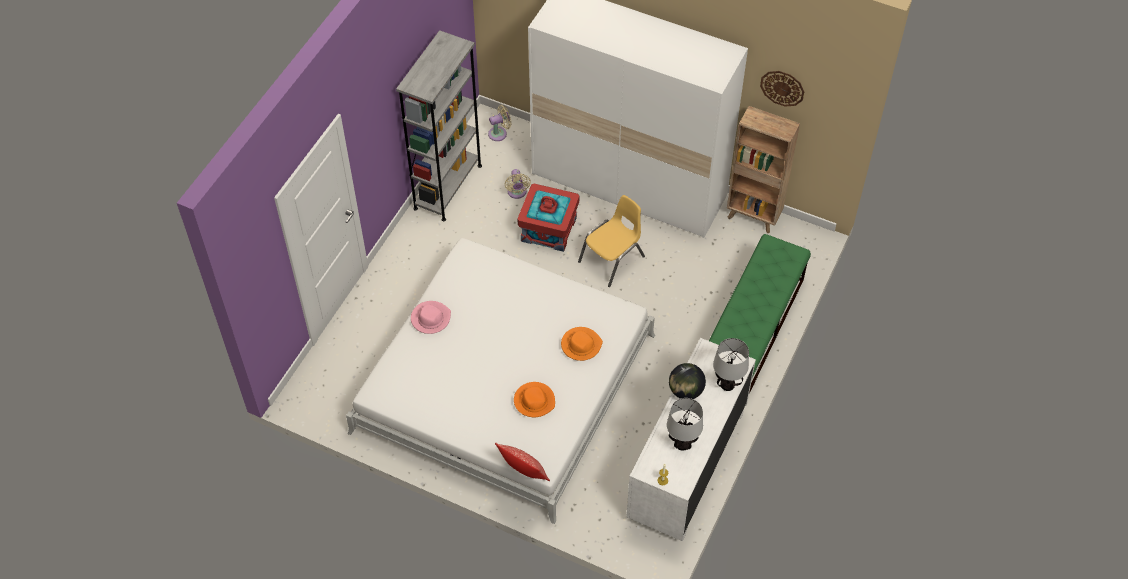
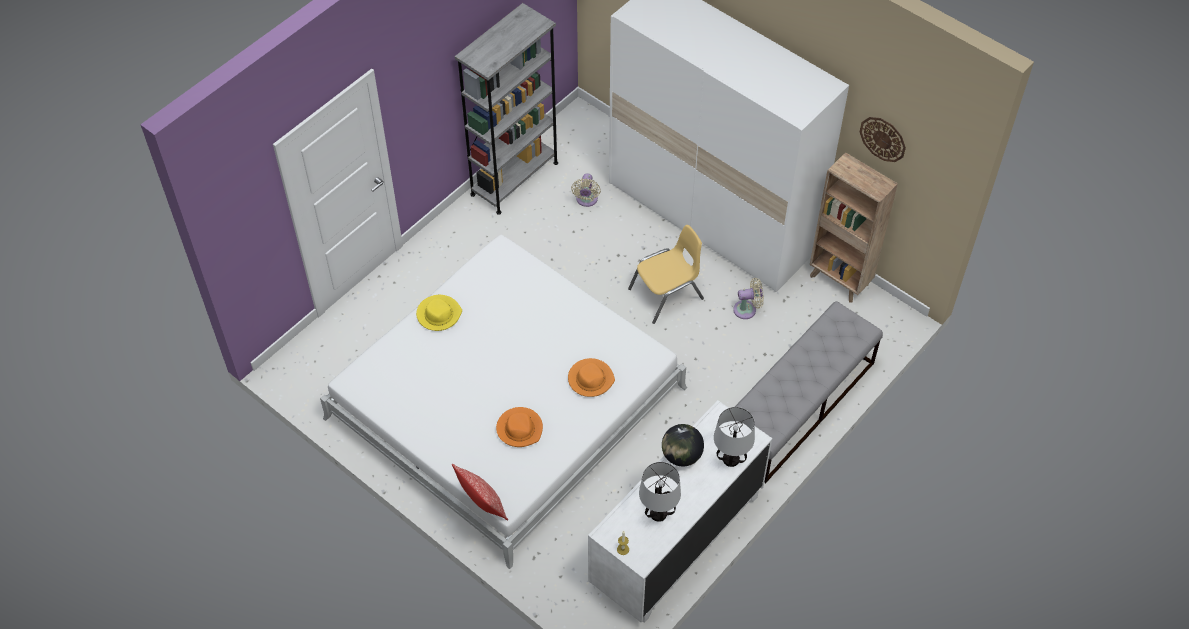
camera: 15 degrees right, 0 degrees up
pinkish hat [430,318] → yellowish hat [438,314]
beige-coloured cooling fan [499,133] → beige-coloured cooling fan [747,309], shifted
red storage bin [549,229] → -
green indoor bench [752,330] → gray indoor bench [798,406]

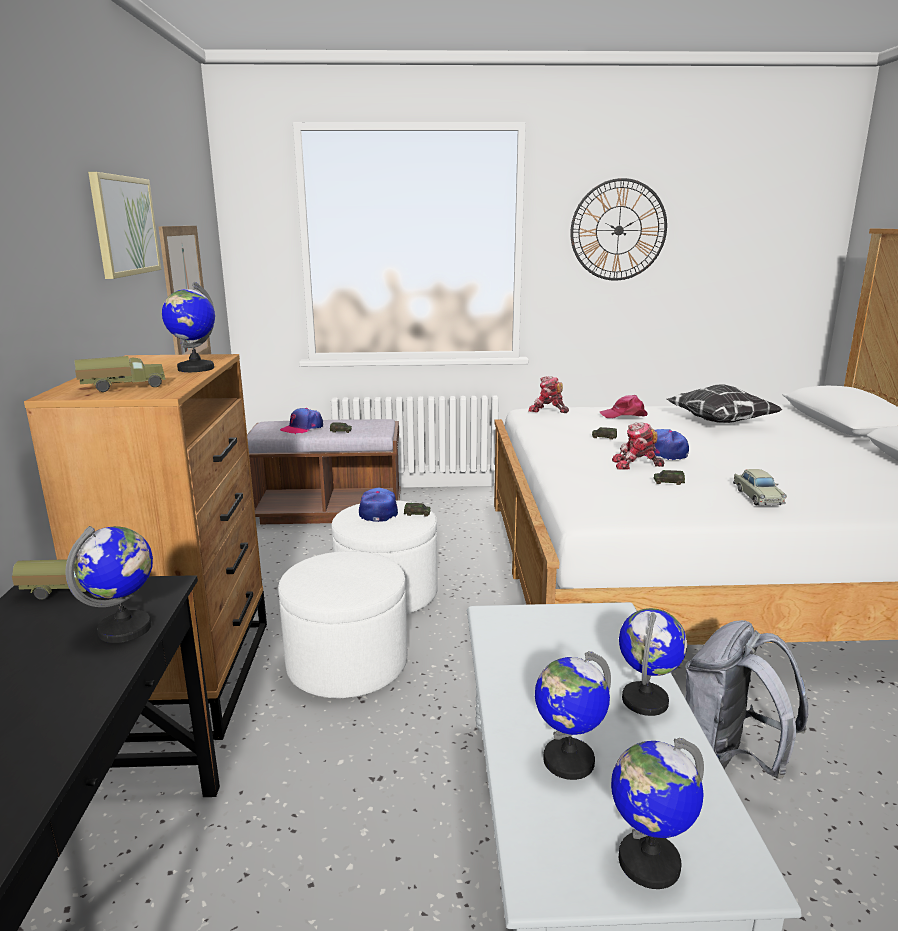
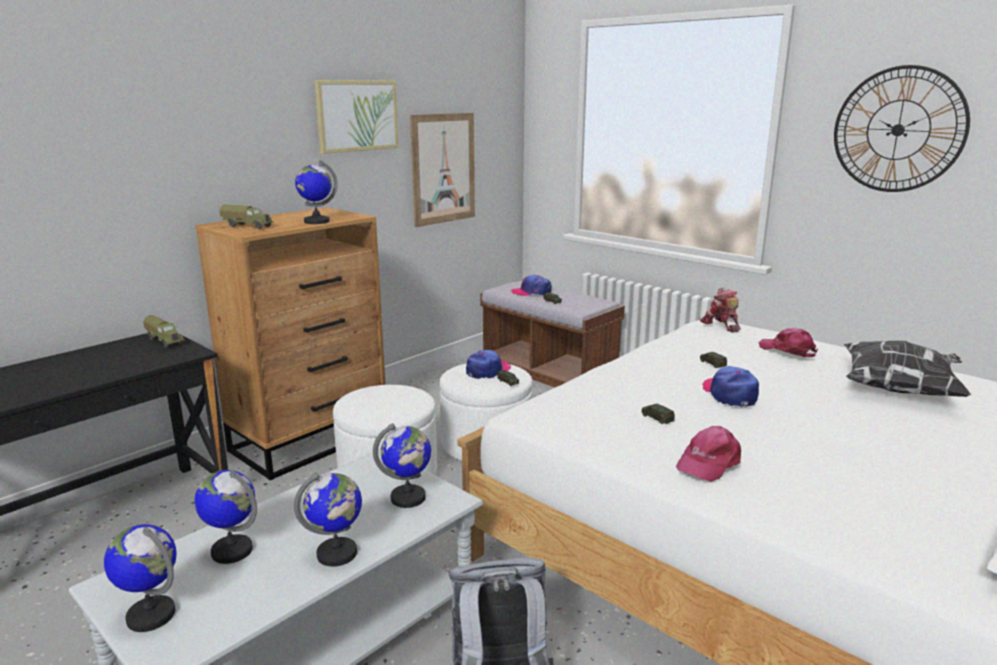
camera: 45 degrees right, 0 degrees up
desk globe [126,629] → desk globe [408,498], shifted
robot figure [636,465] → -
beige-coloured toy car [757,496] → pinkish baseball cap [708,462]

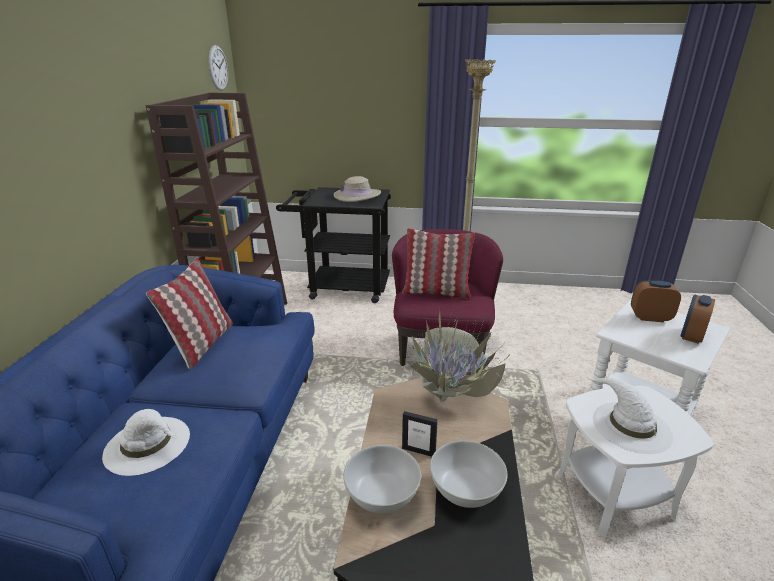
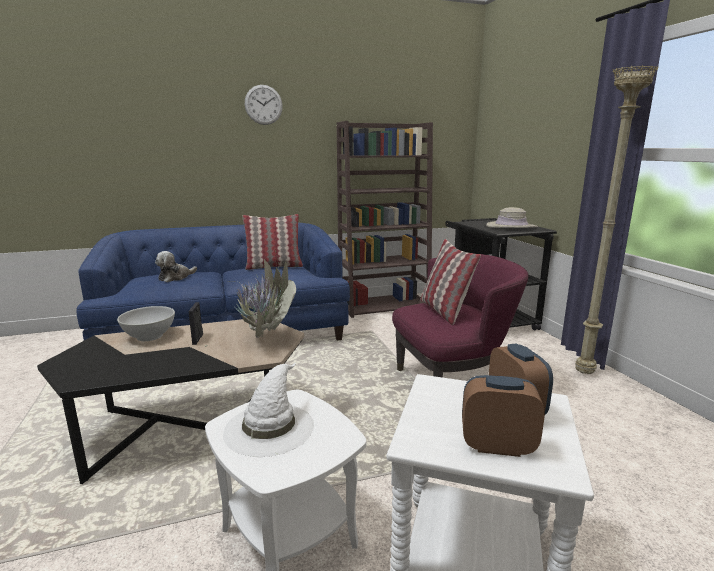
camera: 65 degrees right, 10 degrees down
white hat [148,444] → cuddly toy [175,277]
clock on the wall [218,68] → clock on the wall [263,105], shifted
white bowl [465,492] → -

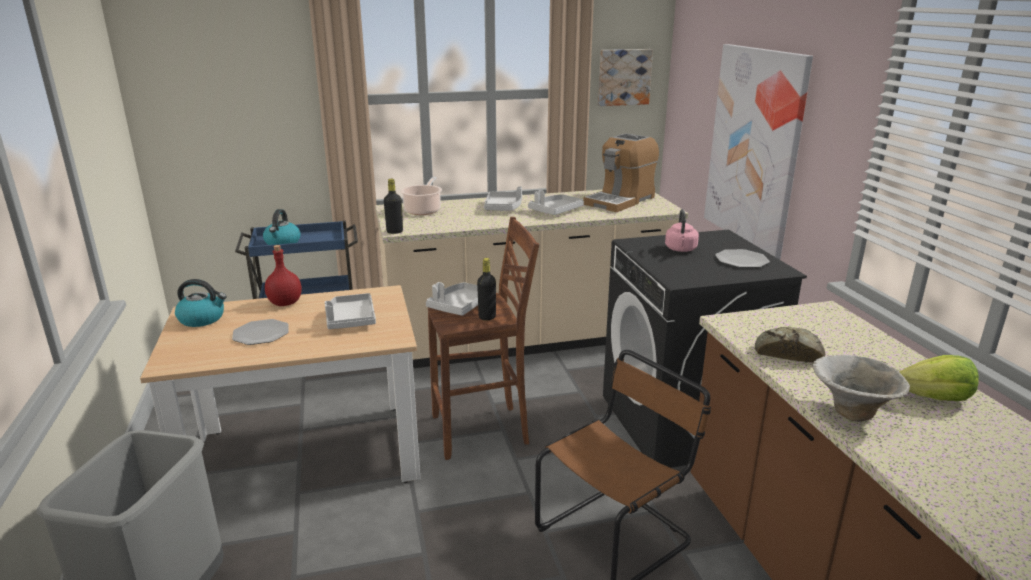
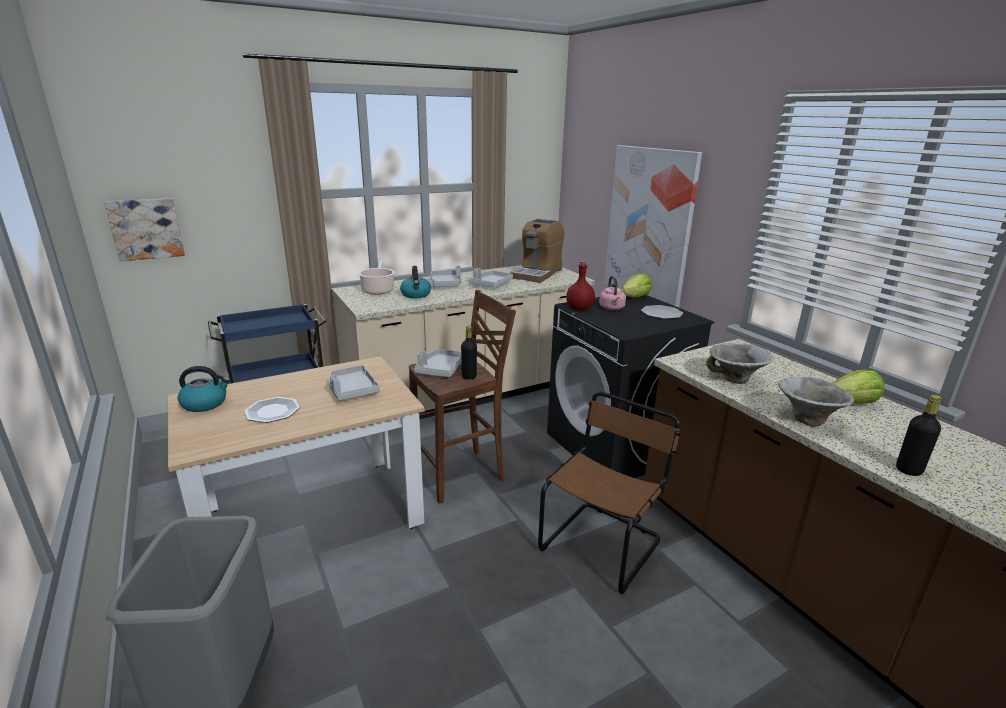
camera: 15 degrees left, 0 degrees up
water kettle [282,243] → water kettle [416,295], shifted
red drink bottle [284,303] → red drink bottle [579,309], shifted
black drink bottle [394,231] → black drink bottle [909,470], shifted
wall art [623,77] → wall art [146,229], shifted
bakery bread [787,352] → bowl [734,380]
- → head of lettuce [635,297]

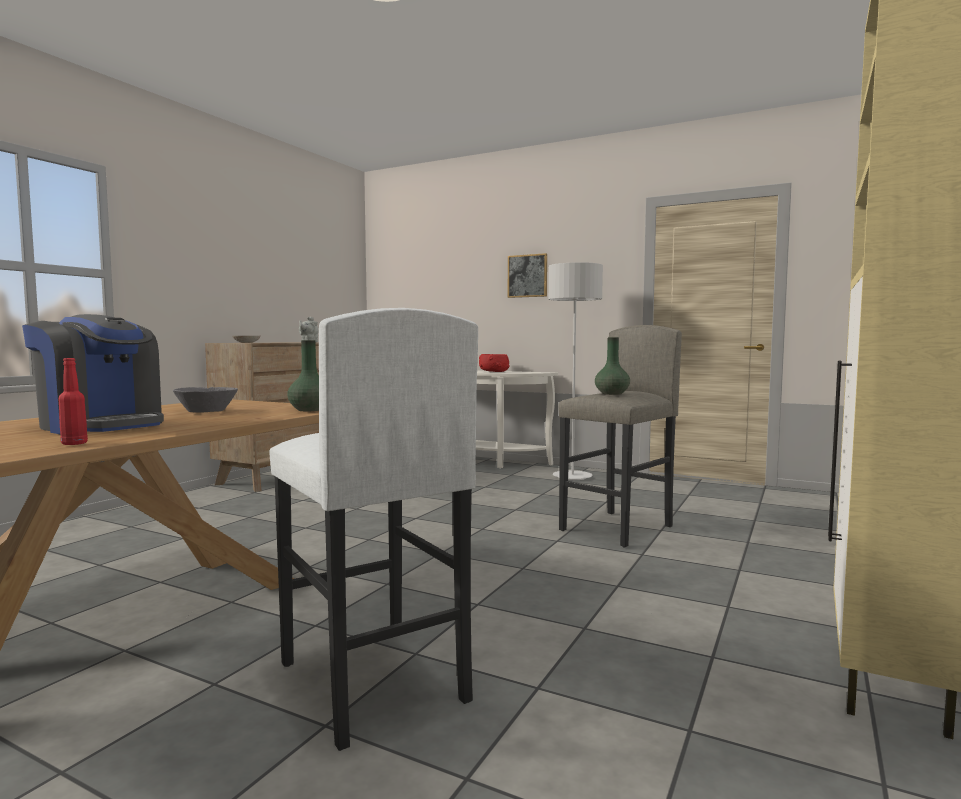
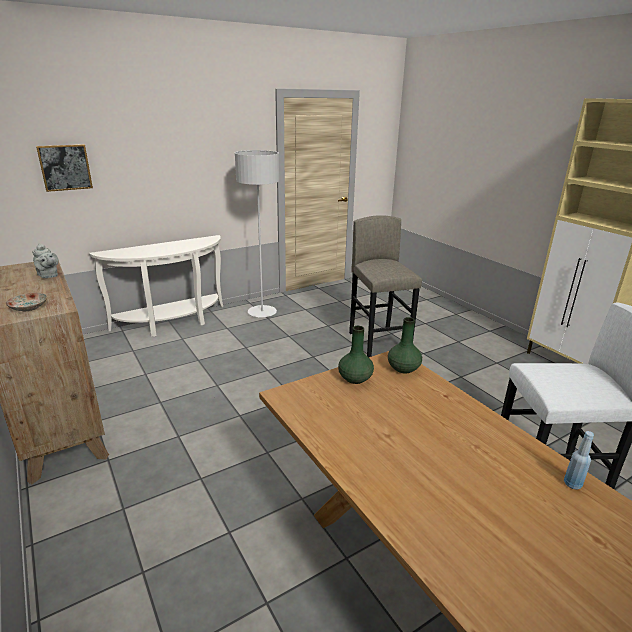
camera: 60 degrees left, 20 degrees up
coffee brewer [102,426] → -
red drink bottle [74,443] → blue drink bottle [572,484]
gray bowl [207,412] → -
red bowl [493,371] → -
wall art [527,276] → wall art [65,167], shifted
green decorative vase [612,393] → green decorative vase [354,378], shifted

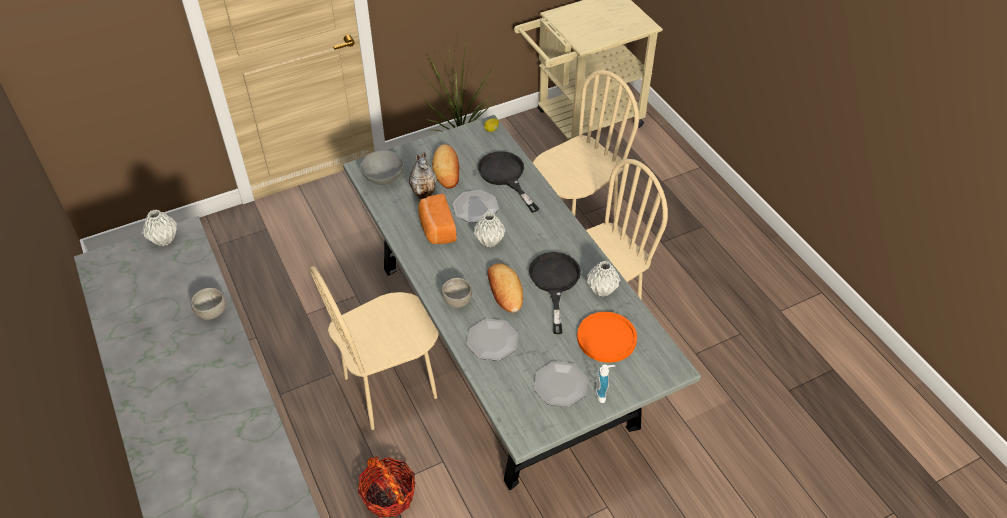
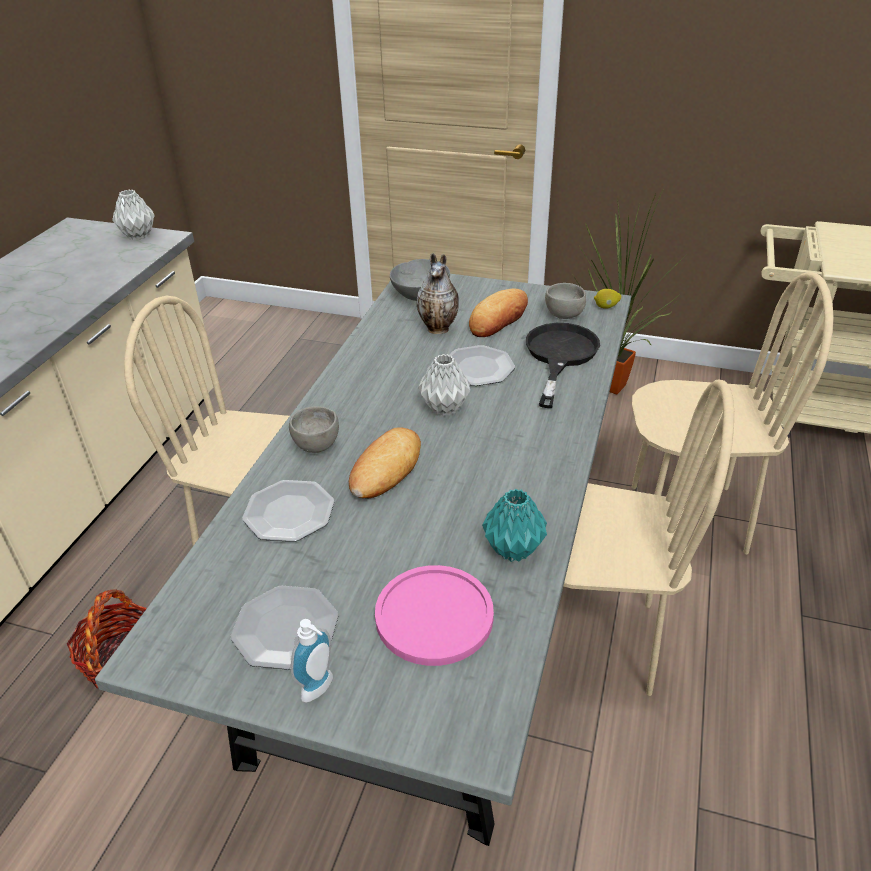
camera: 45 degrees right, 10 degrees down
gray bowl [213,313] → gray bowl [564,315], shifted
bakery bread [436,229] → -
black skillet [554,283] → -
orange-coloured dinner plate [606,338] → pinkish dinner plate [434,616]
gray decorative vase [602,289] → blue-green decorative vase [514,550]

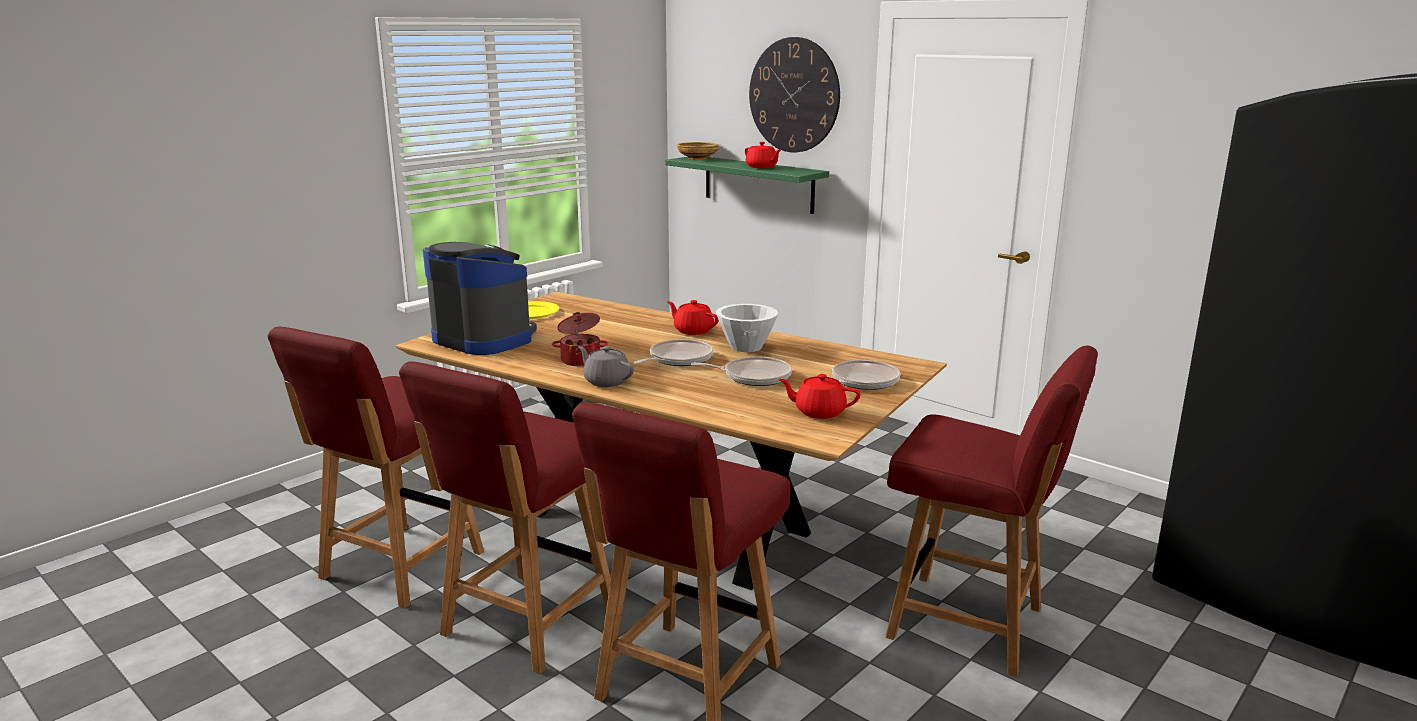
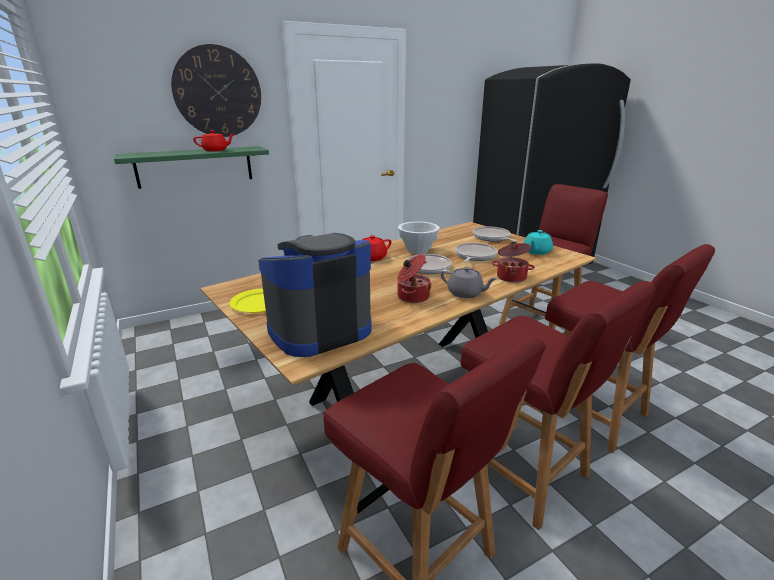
camera: 70 degrees left, 5 degrees up
gray pot for tea [606,381] → gray pot for tea [465,293], 120 degrees counterclockwise
beige-coloured bowl [698,158] → -
red pot for tea [819,412] → blue-green pot for tea [536,252]
- → stockpot [511,277]

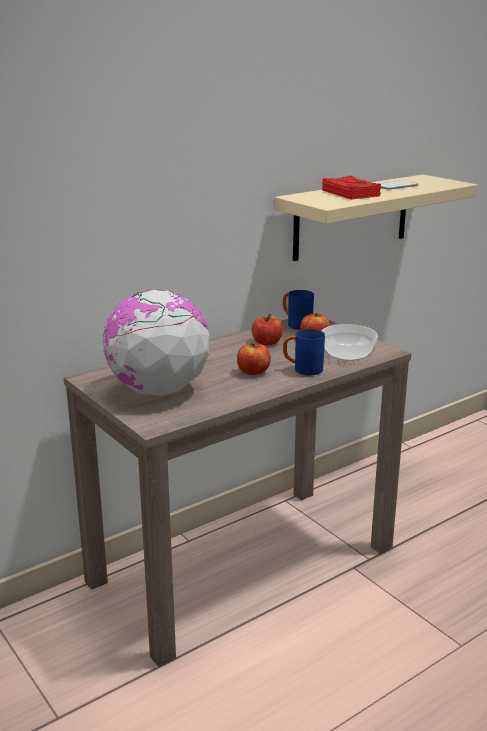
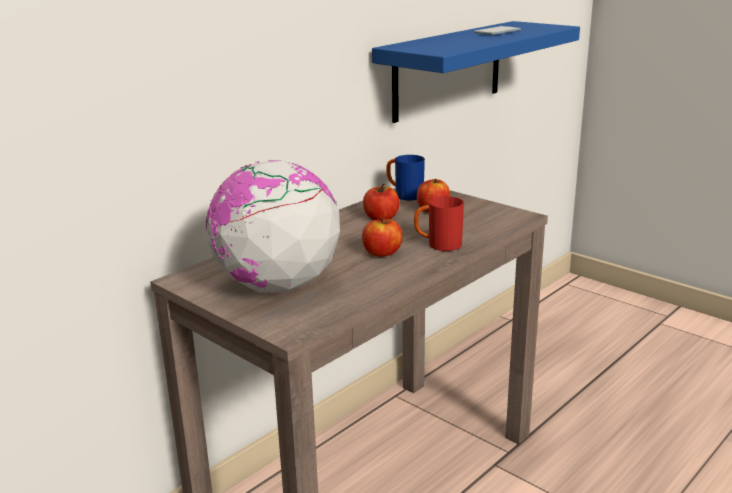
camera: 10 degrees left, 0 degrees up
beige-coloured wall shelf [351,217] → blue wall shelf [448,70]
blue tea mug [302,370] → red tea mug [438,245]
red book [351,193] → -
bowl [346,354] → -

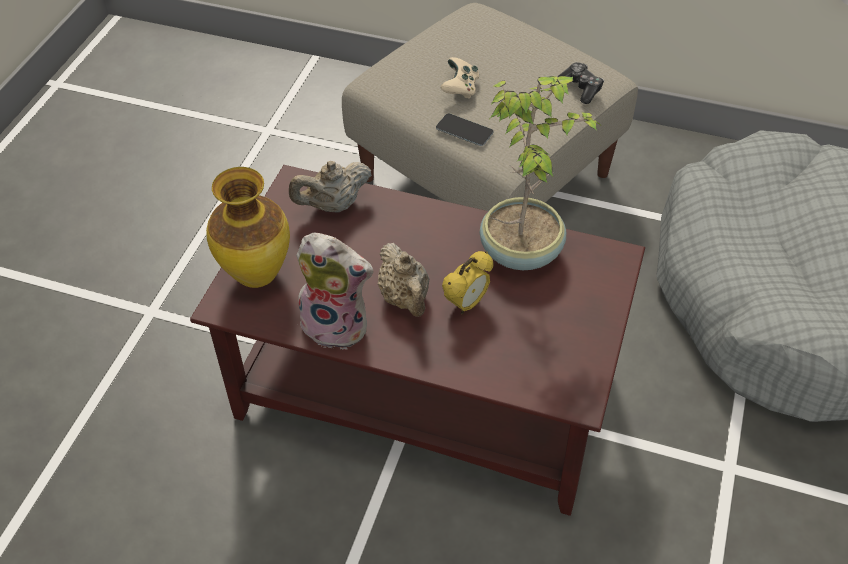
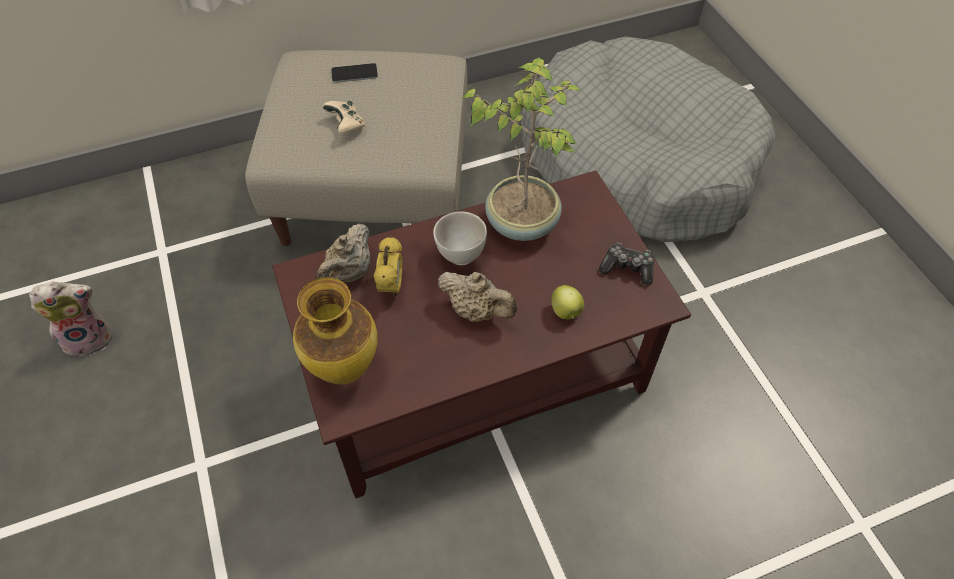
camera: 40 degrees left, 5 degrees up
cuddly toy [338,325] → cuddly toy [90,337], shifted
telephone [464,130] → telephone [354,73], shifted
bedside clock [466,304] → bedside clock [392,286], shifted
gamepad [581,88] → gamepad [627,268], shifted
- → white bowl [460,254]
- → apple fruit [566,312]

